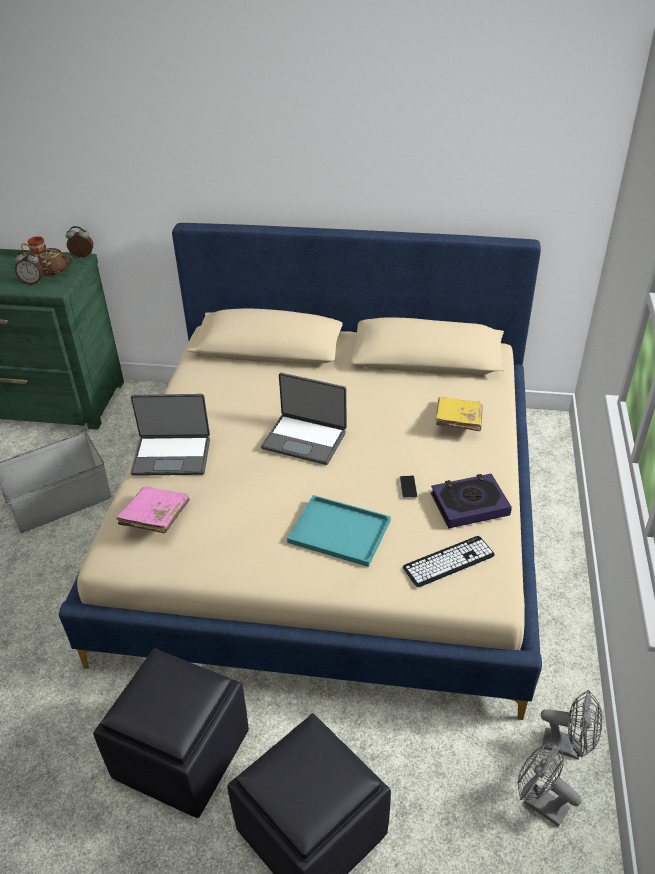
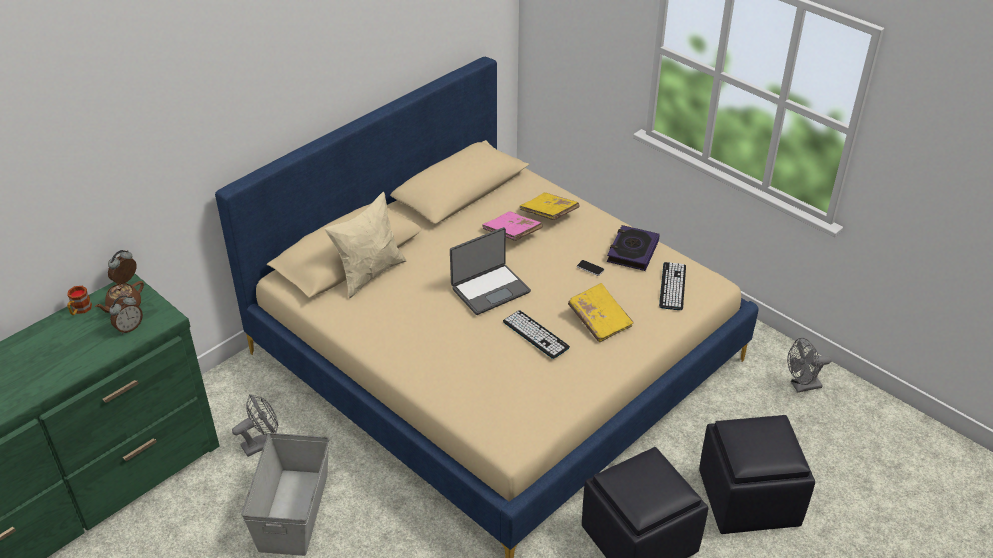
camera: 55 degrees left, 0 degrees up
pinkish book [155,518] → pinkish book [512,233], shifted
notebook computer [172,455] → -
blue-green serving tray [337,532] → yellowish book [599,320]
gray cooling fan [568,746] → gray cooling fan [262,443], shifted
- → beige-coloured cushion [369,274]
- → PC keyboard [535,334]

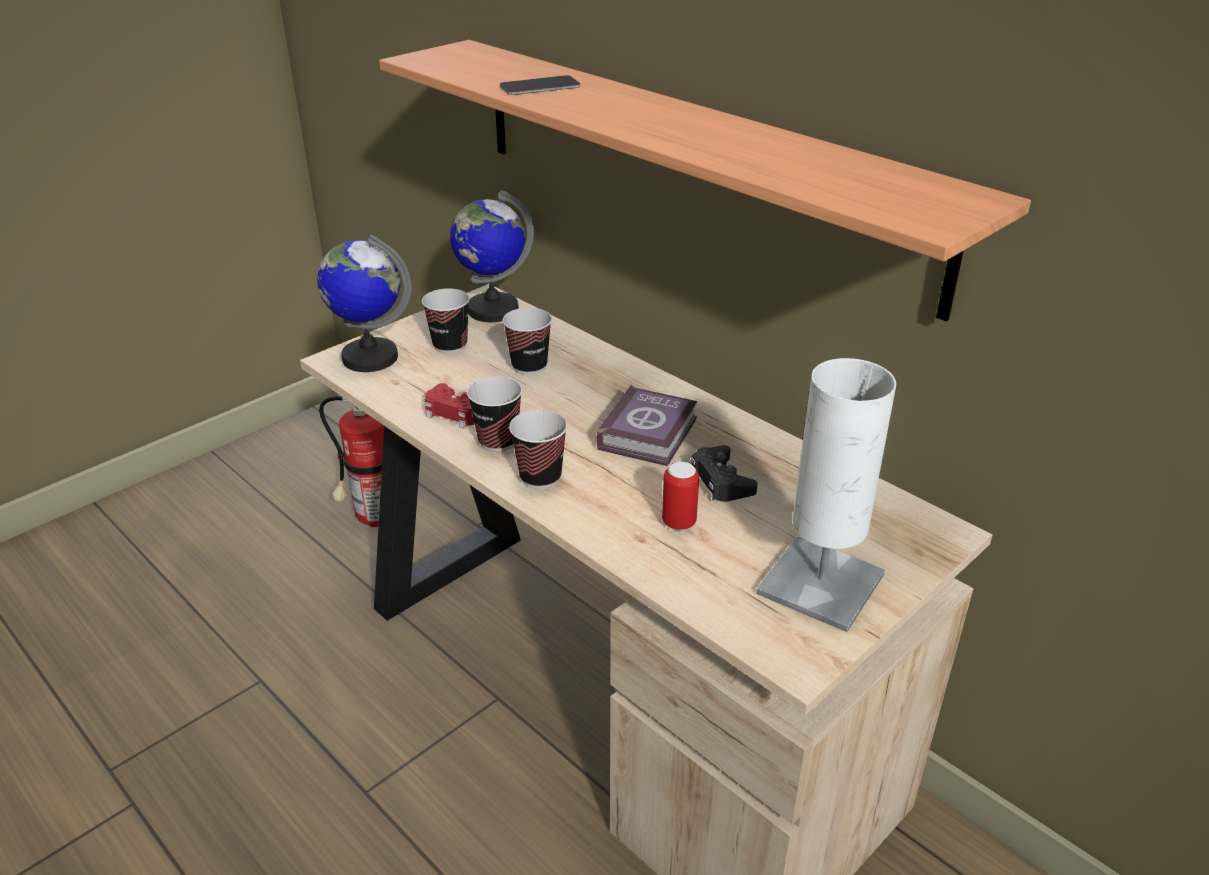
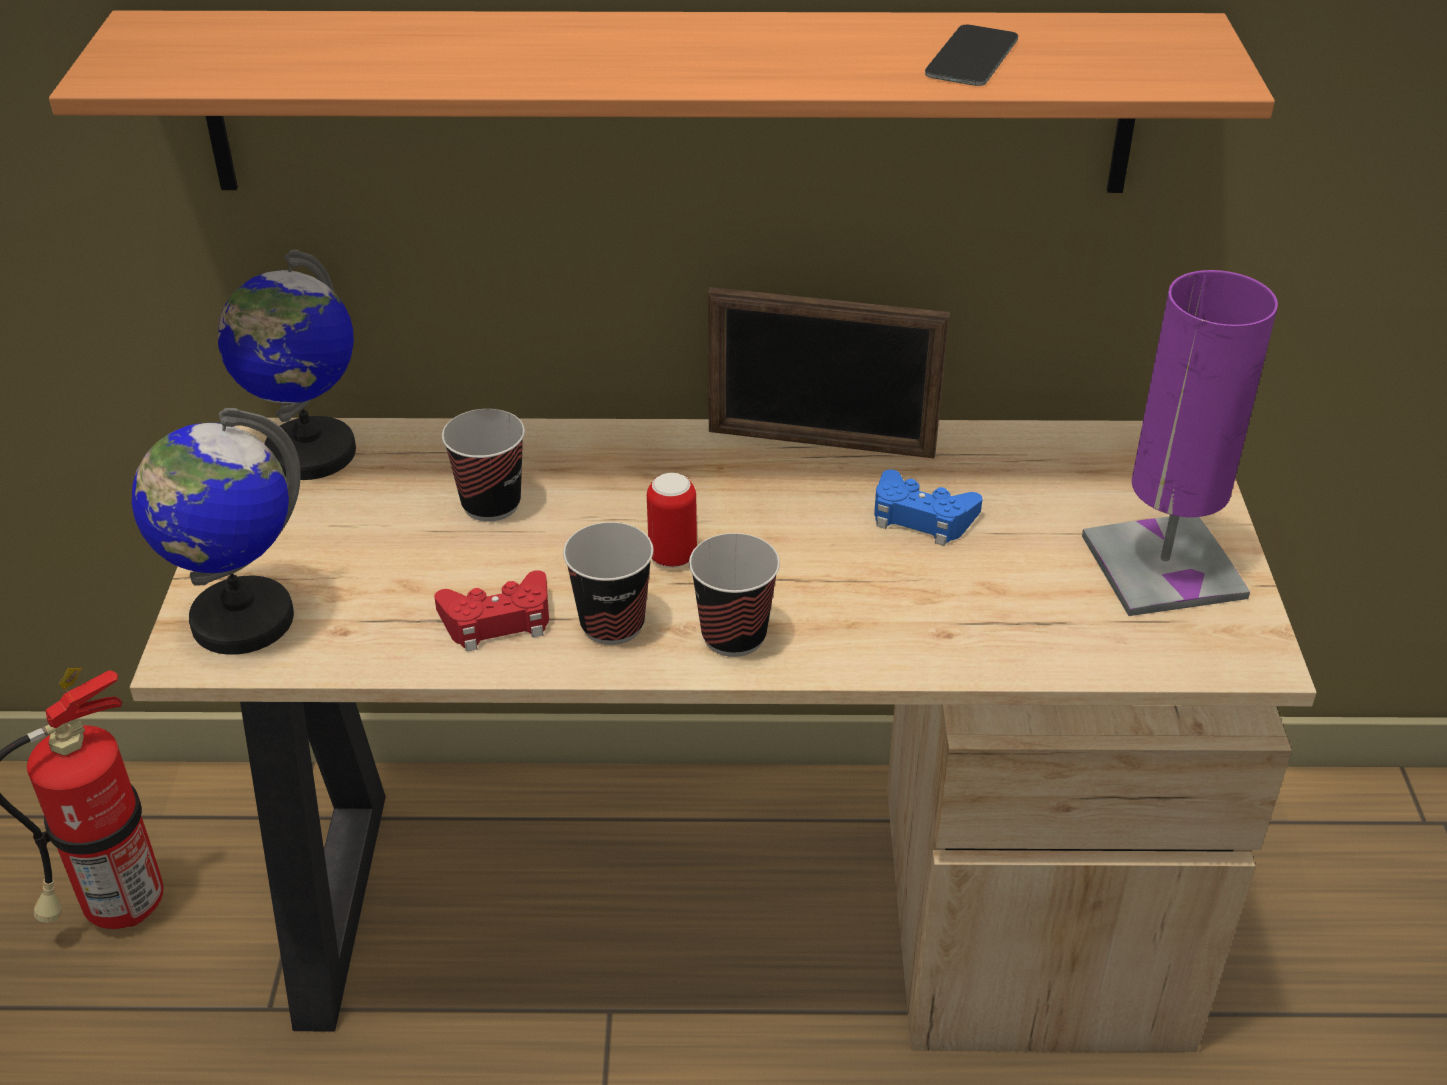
camera: 45 degrees left, 5 degrees up
cup [450,345] → -
telephone [540,86] → telephone [972,57], shifted
book [650,432] → -
can [679,522] → can [673,556], shifted
black gamepad [720,481] → blue gamepad [921,517]
white tabletop lamp [820,584] → purplish tabletop lamp [1163,566]
- → standing frame [820,443]

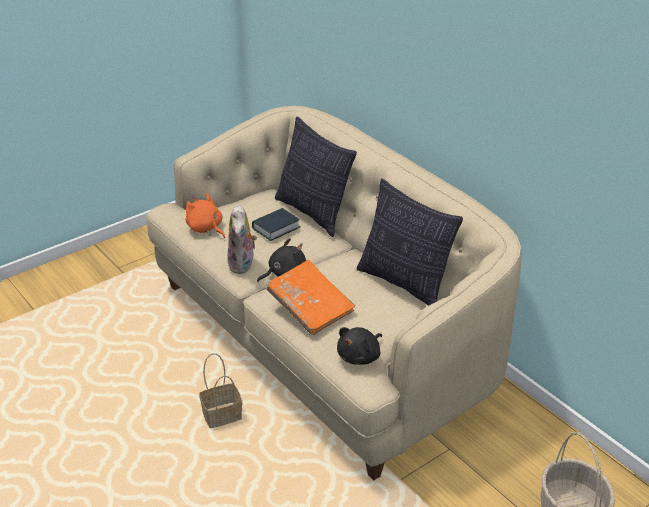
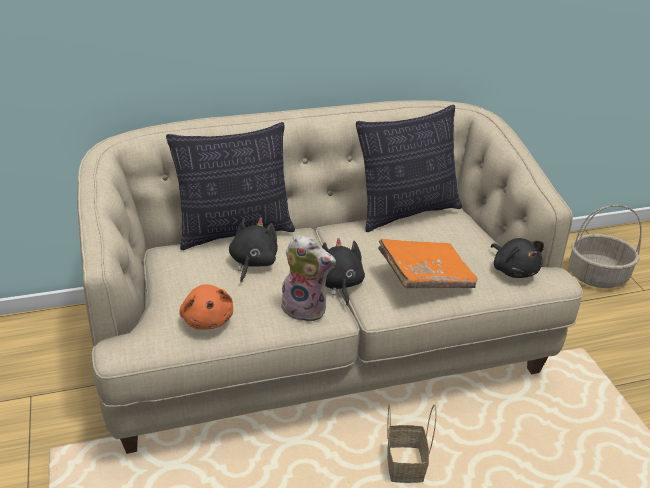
camera: 70 degrees left, 0 degrees up
orange-coloured cuddly toy [206,228] → orange-coloured cuddly toy [207,319], 90 degrees counterclockwise
book [276,228] → black cuddly toy [252,262]

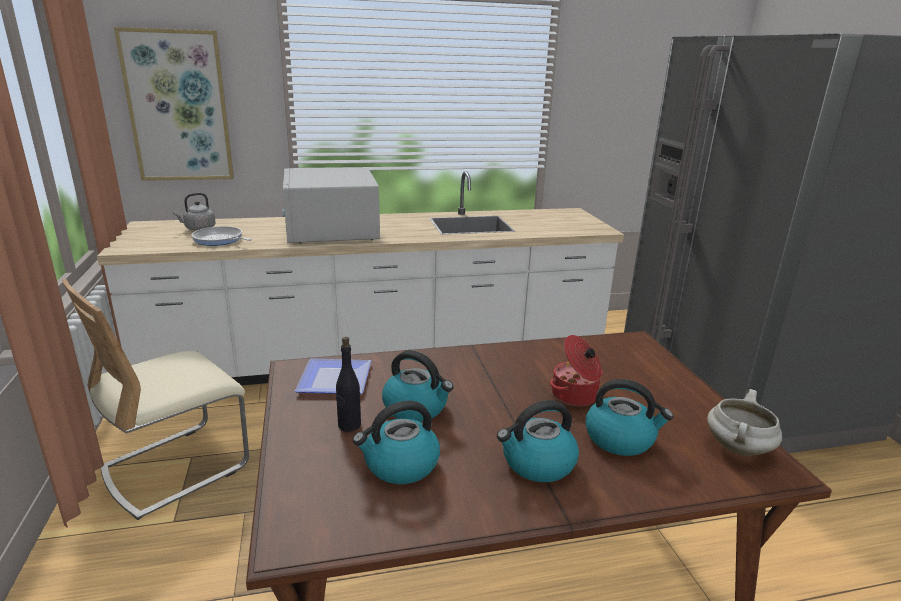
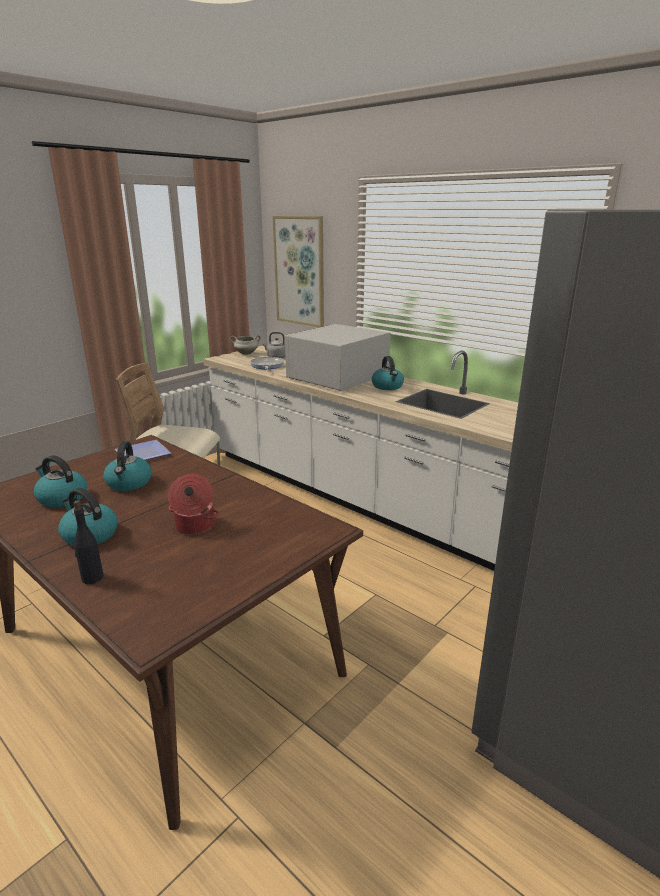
camera: 55 degrees right, 0 degrees up
black drink bottle [349,425] → black drink bottle [92,578], shifted
water kettle [620,439] → water kettle [387,386], shifted
white stockpot [739,449] → white stockpot [246,354], shifted

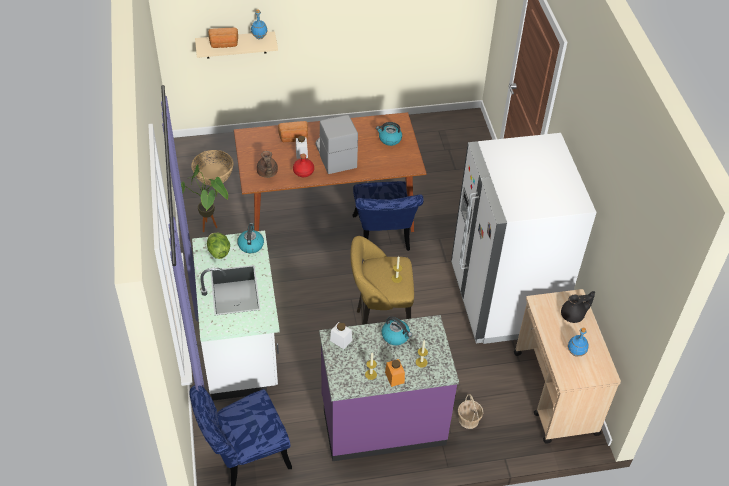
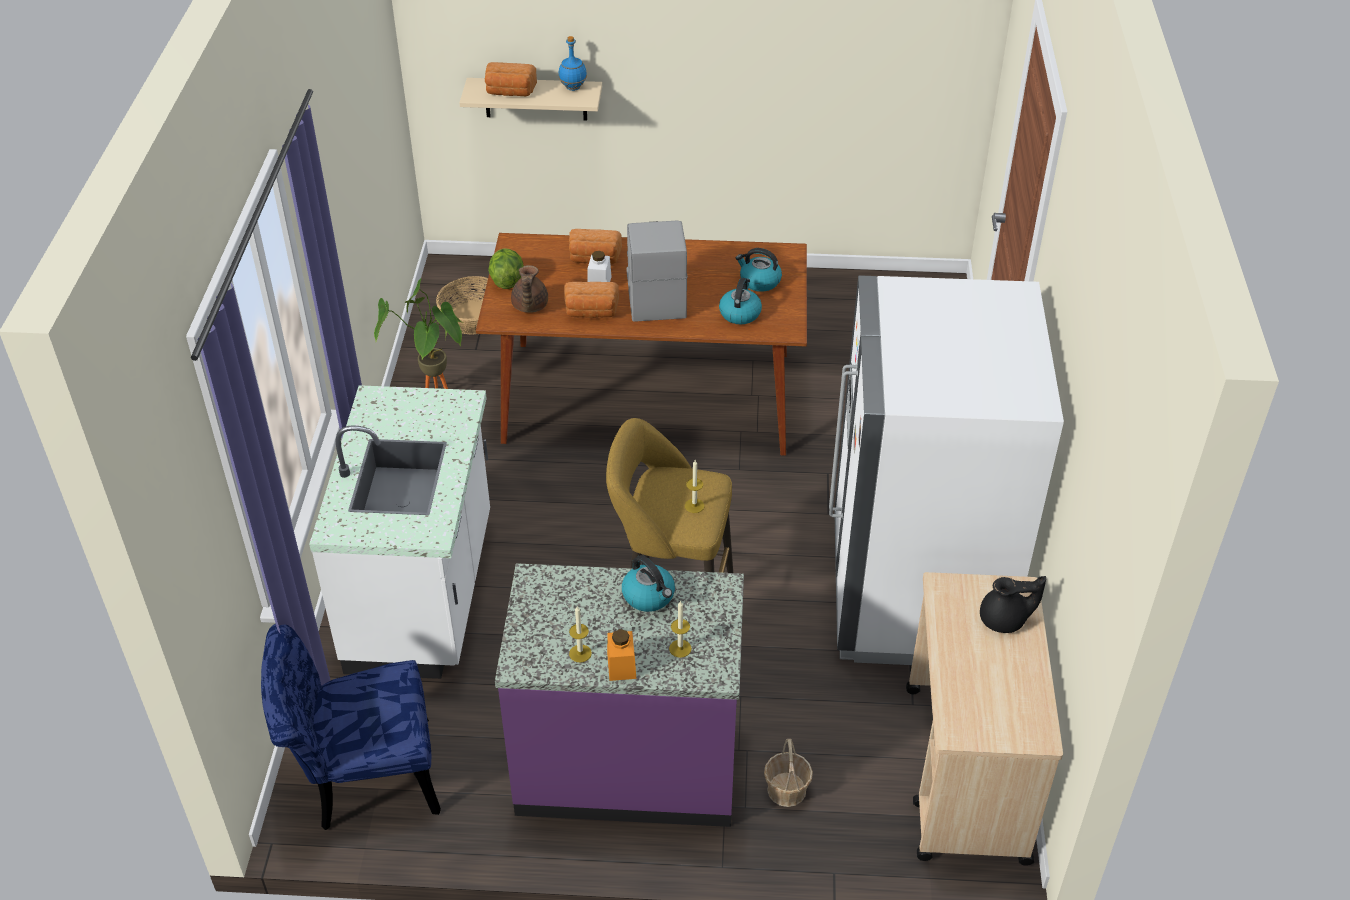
camera: 15 degrees right, 5 degrees down
head of lettuce [218,251] → head of lettuce [506,281], shifted
water kettle [251,245] → water kettle [740,313], shifted
red drink bottle [303,171] → bakery bread [591,312]
white jar [341,340] → -
blue upright chair [383,238] → -
blue drink bottle [575,353] → -

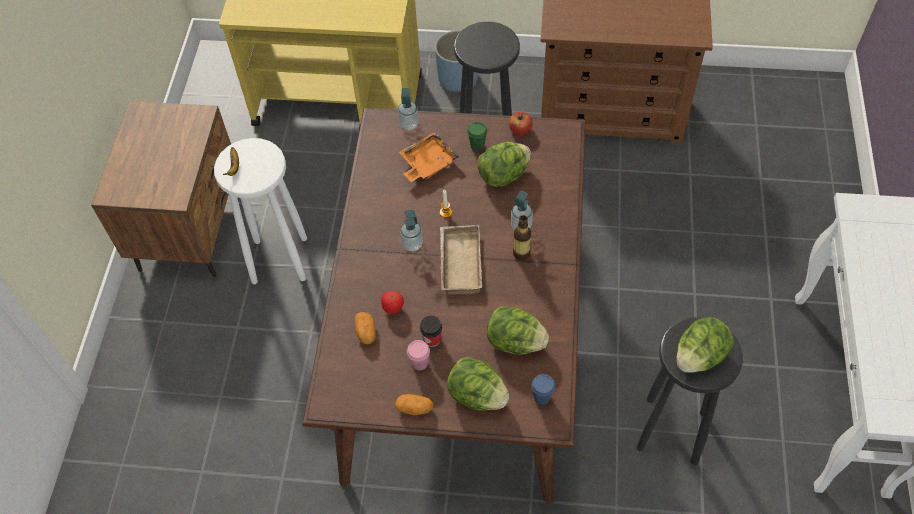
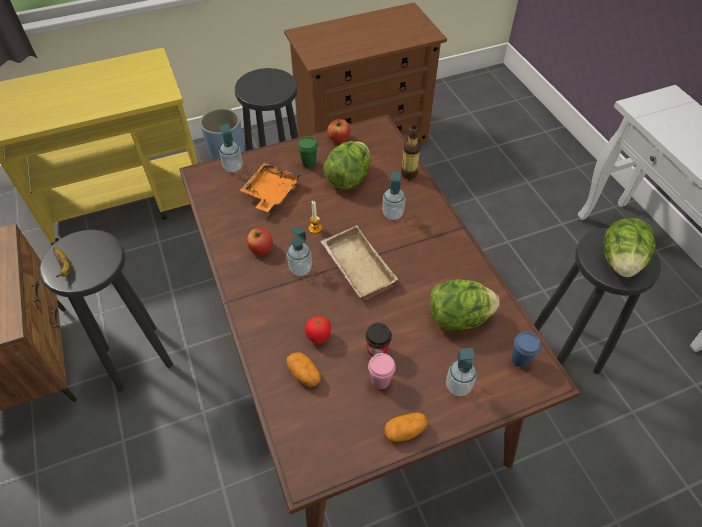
camera: 30 degrees left, 5 degrees down
white stool [279,258] → black stool [137,356]
head of lettuce [477,395] → liquid soap bottle [458,386]
drink bottle [521,253] → drink bottle [409,174], shifted
- → apple fruit [261,249]

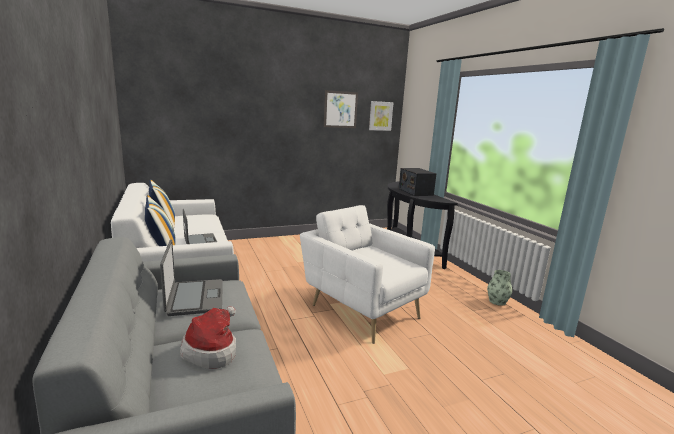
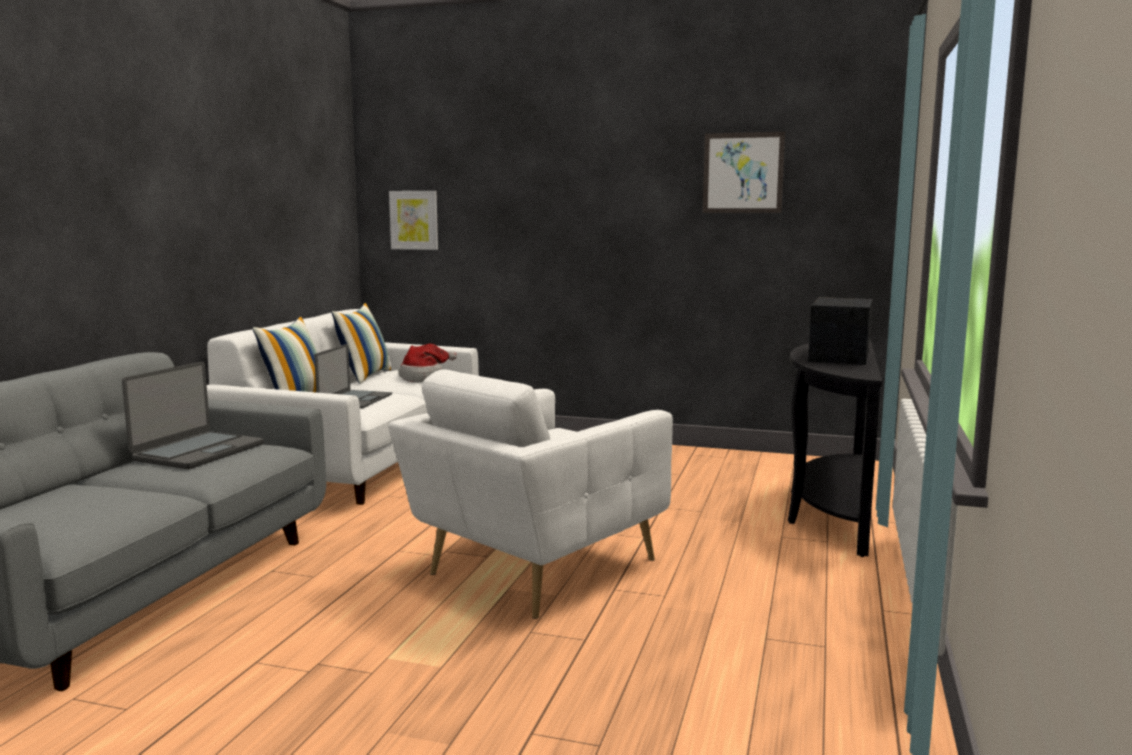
camera: 40 degrees right, 5 degrees down
hat [212,350] → hat [424,377], shifted
white armchair [362,309] → white armchair [535,569], 135 degrees counterclockwise
wall art [380,116] → wall art [414,220], shifted
decorative vase [497,301] → -

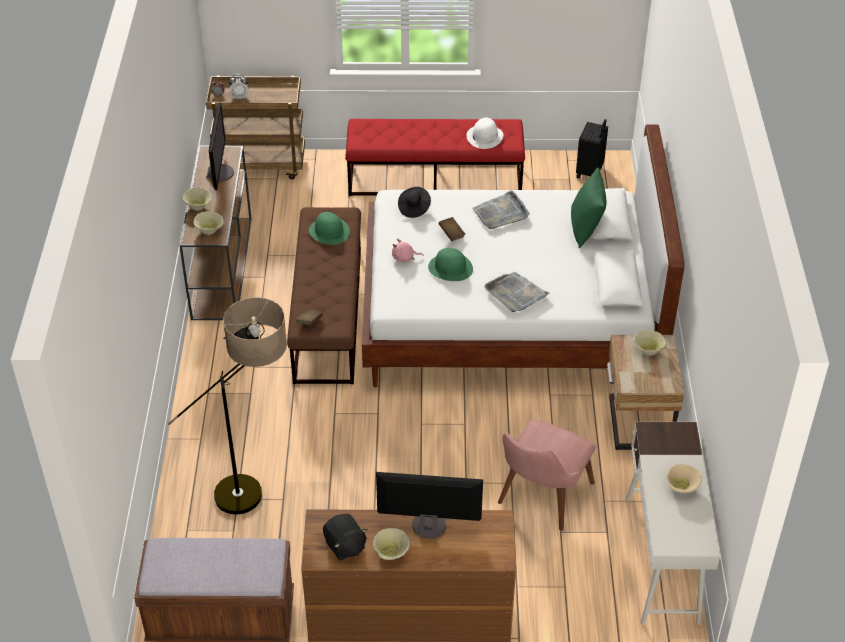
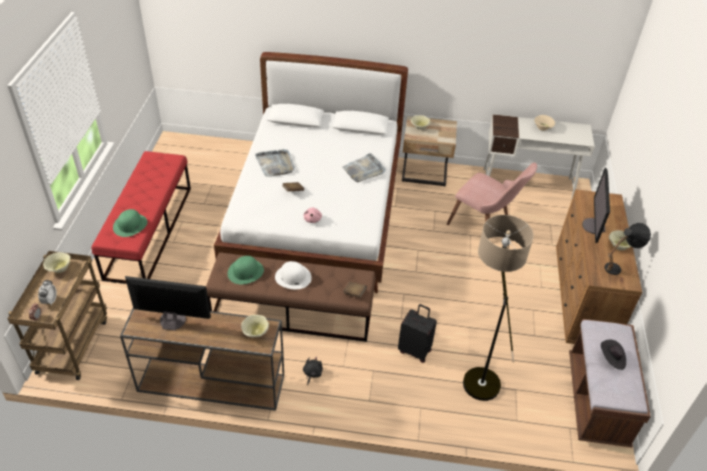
camera: 85 degrees left, 0 degrees up
beige-coloured bowl [198,206] → beige-coloured bowl [59,268], shifted
black cuddly toy [345,546] → black tabletop lamp [618,268]
black hat [414,208] → black hat [612,359], shifted
green hat [450,268] → green hat [130,225], shifted
white hat [484,136] → white hat [293,277], shifted
green cushion [586,229] → -
black piece of luggage [590,172] → black piece of luggage [415,350], shifted

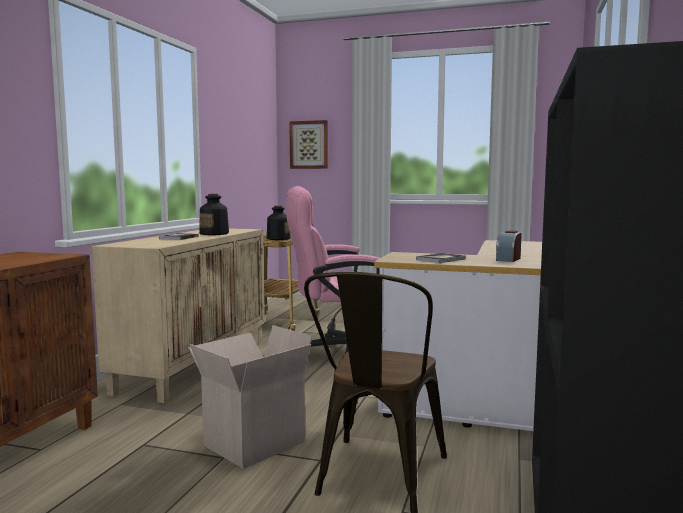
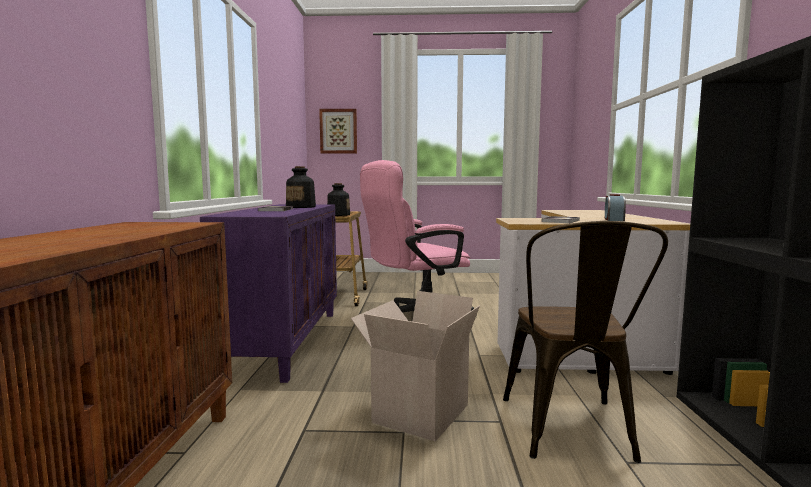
camera: 15 degrees left, 0 degrees up
beige-coloured cupboard [194,365] → purplish cupboard [285,341]

